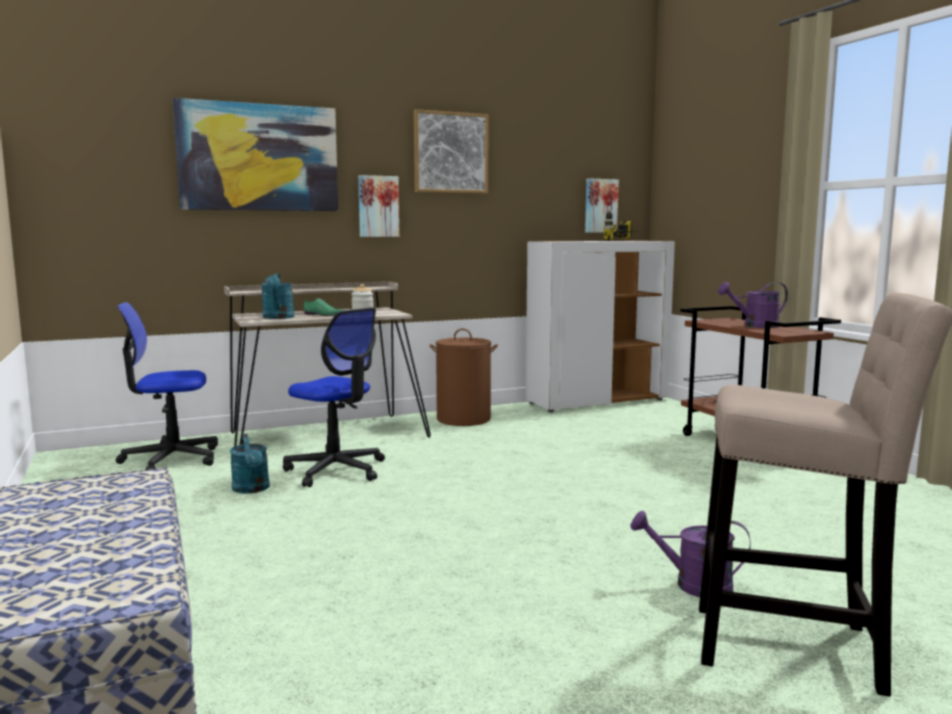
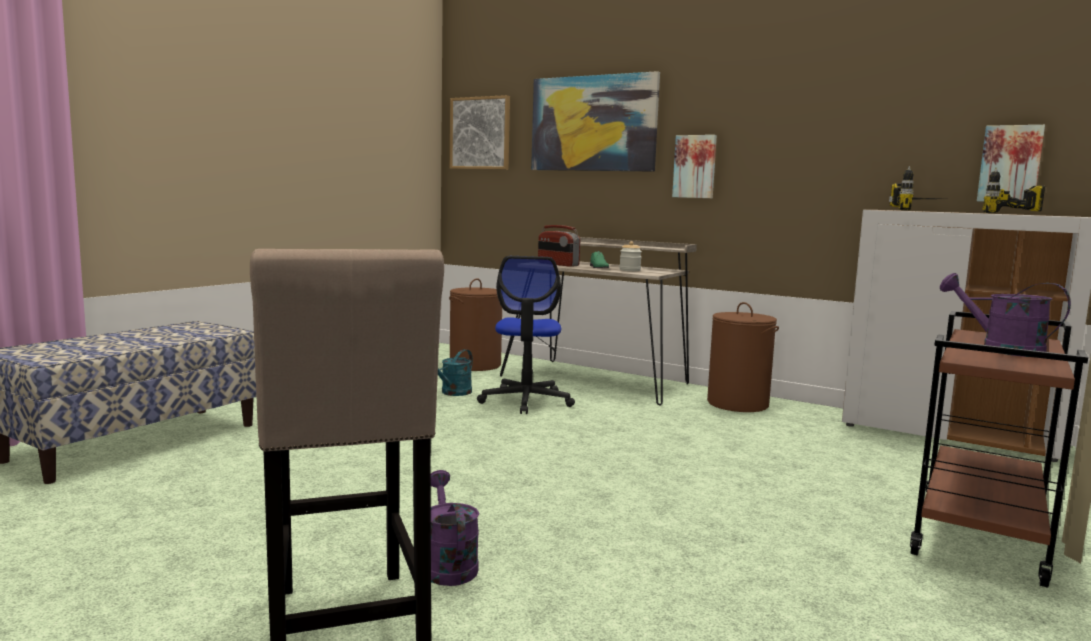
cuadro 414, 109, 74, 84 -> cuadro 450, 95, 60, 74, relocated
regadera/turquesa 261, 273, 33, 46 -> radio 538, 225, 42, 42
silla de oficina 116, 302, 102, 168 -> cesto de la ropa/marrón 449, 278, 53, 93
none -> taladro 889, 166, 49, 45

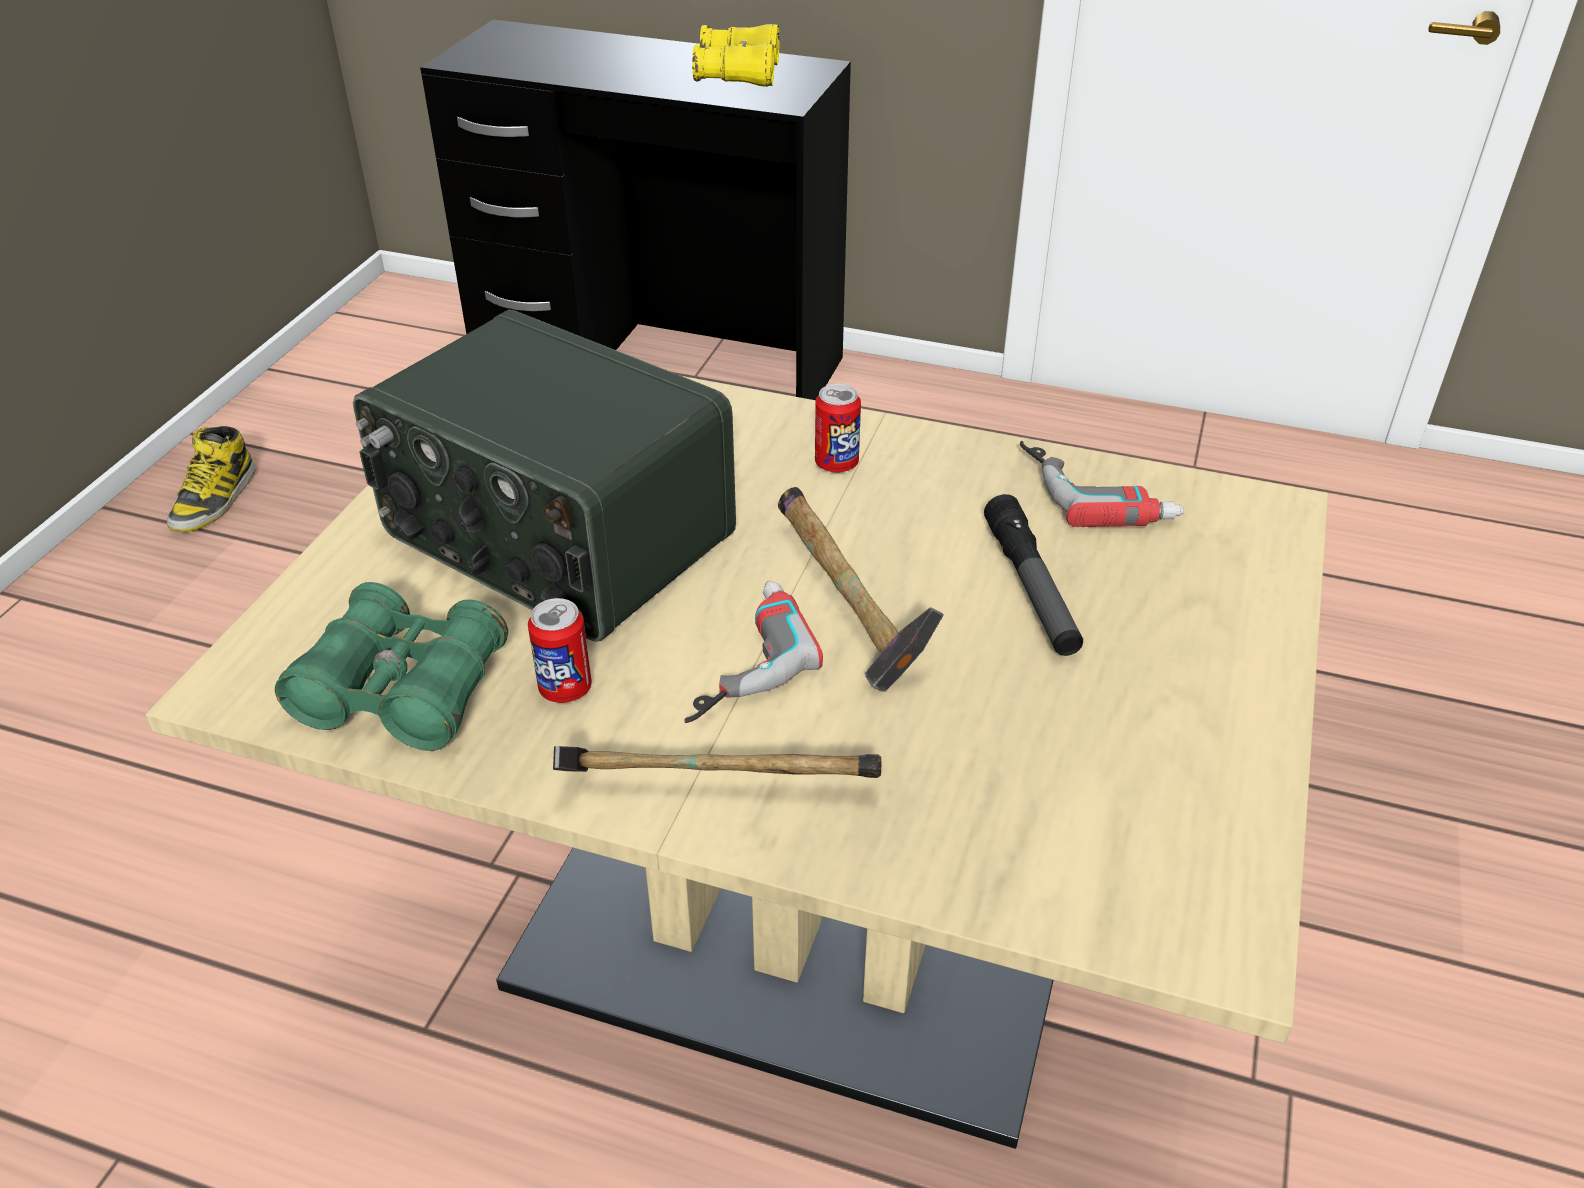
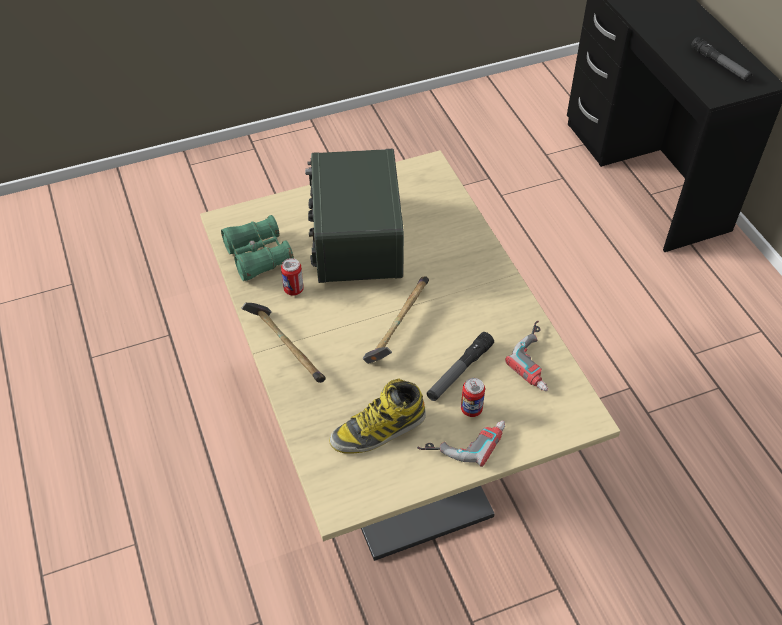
prismáticos/amarillo 692, 24, 87, 63 -> linterna 691, 37, 61, 44
lata 815, 384, 46, 89 -> lata 461, 378, 24, 39, relocated
bota 167, 426, 89, 106 -> bota 329, 378, 97, 76, relocated
taladro 684, 581, 139, 142 -> taladro 417, 420, 88, 47, relocated

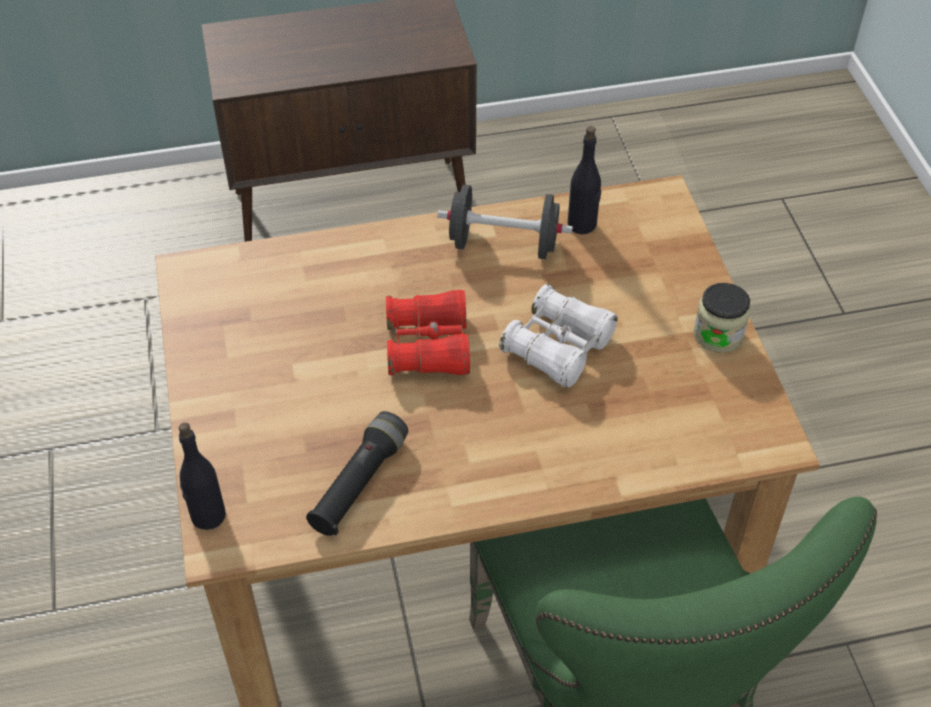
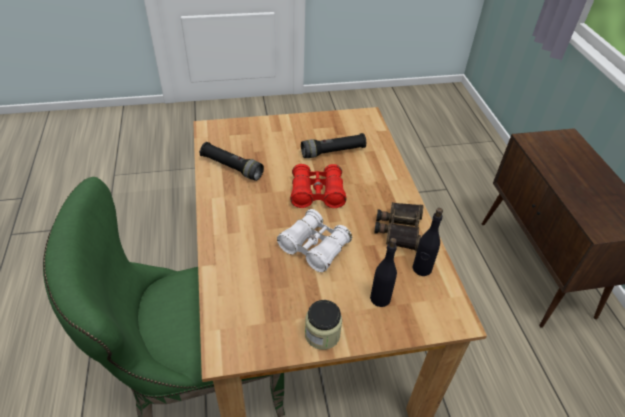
mancuerna/negro 437, 185, 136, 74 -> prismáticos 374, 202, 50, 49
botella/negro 179, 422, 47, 108 -> botella/negro 370, 238, 27, 69, relocated
none -> linterna/negro 301, 133, 65, 25

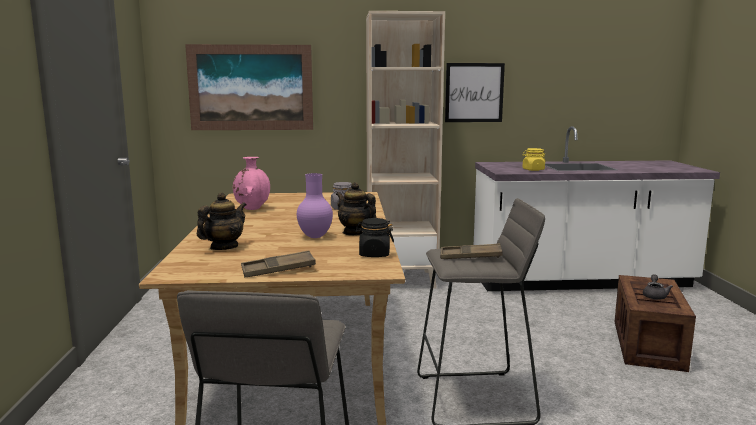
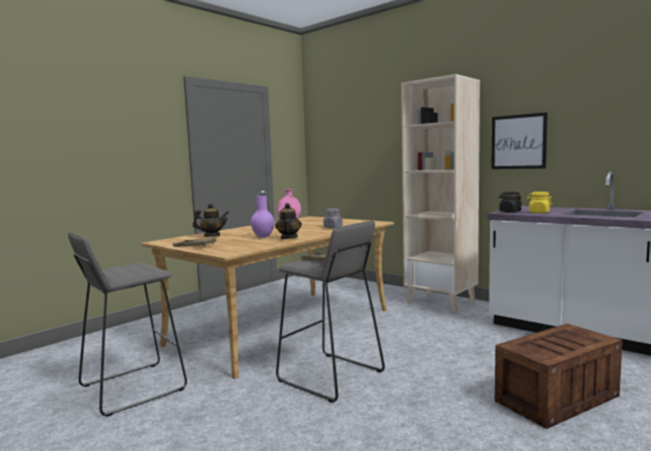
cuadro 185, 44, 128, 86 -> none
tarro/negro 355, 218, 39, 39 -> tarro/negro 499, 191, 23, 22, relocated
tetera/gris 643, 274, 30, 26 -> none

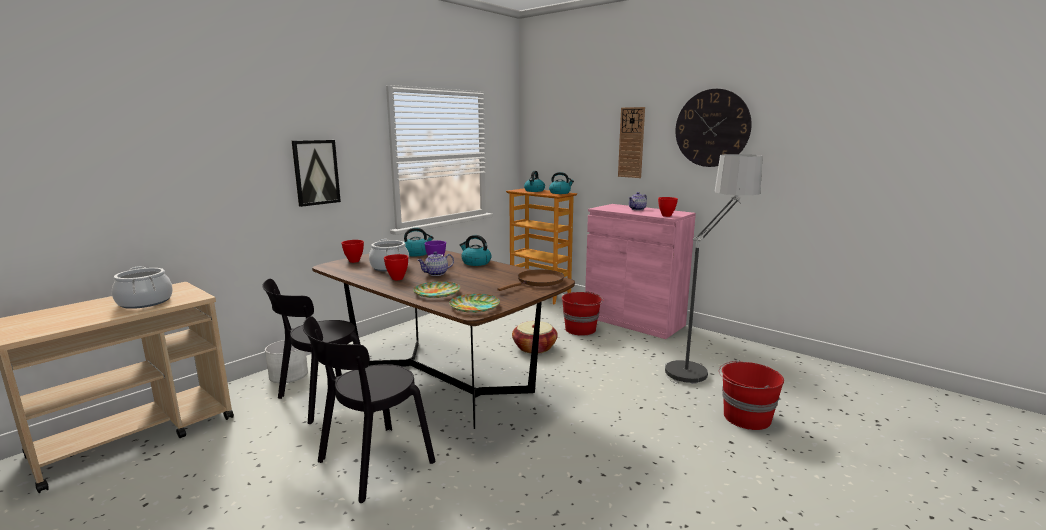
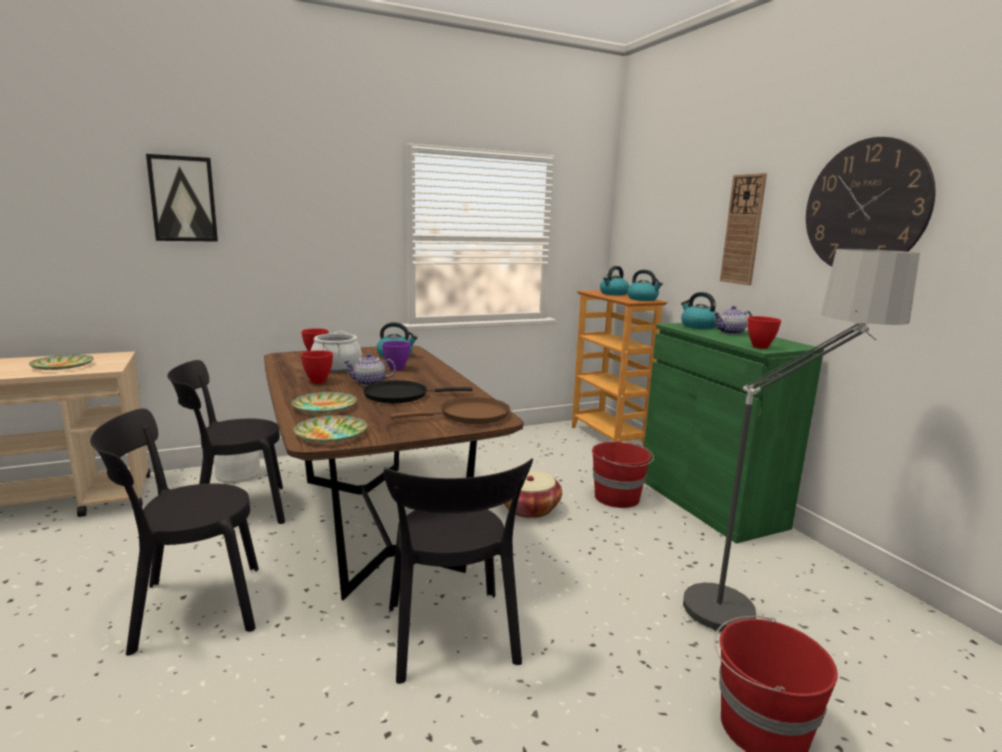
cuadro 292, 140, 49, 67 -> cuadro 146, 154, 72, 88, relocated
armario/rosa 585, 204, 111, 135 -> armario/verde 644, 323, 180, 221
hervidor 460, 235, 31, 31 -> hervidor 681, 292, 35, 37, relocated
olla 112, 266, 61, 43 -> plato 29, 355, 65, 15
none -> sartén/negro 363, 380, 109, 23
none -> silla/negro 384, 458, 149, 226

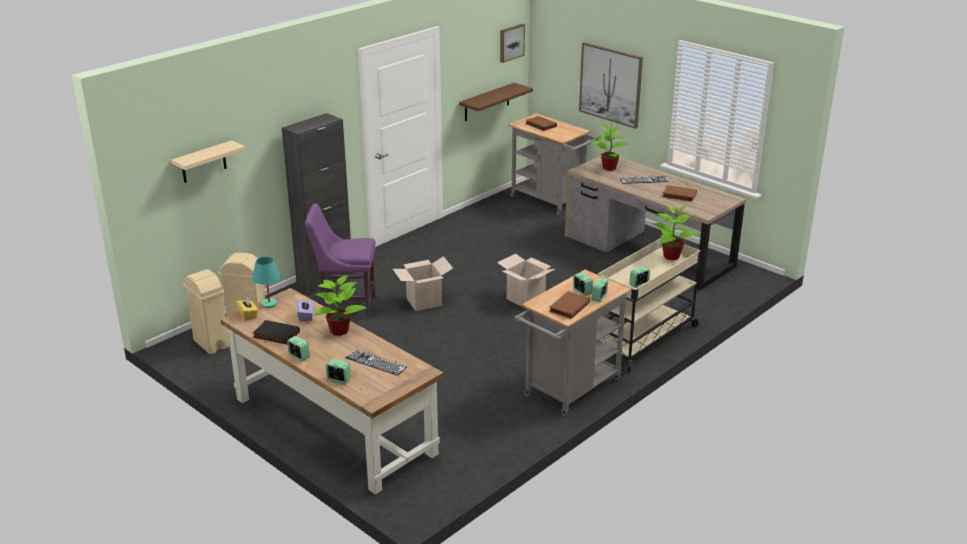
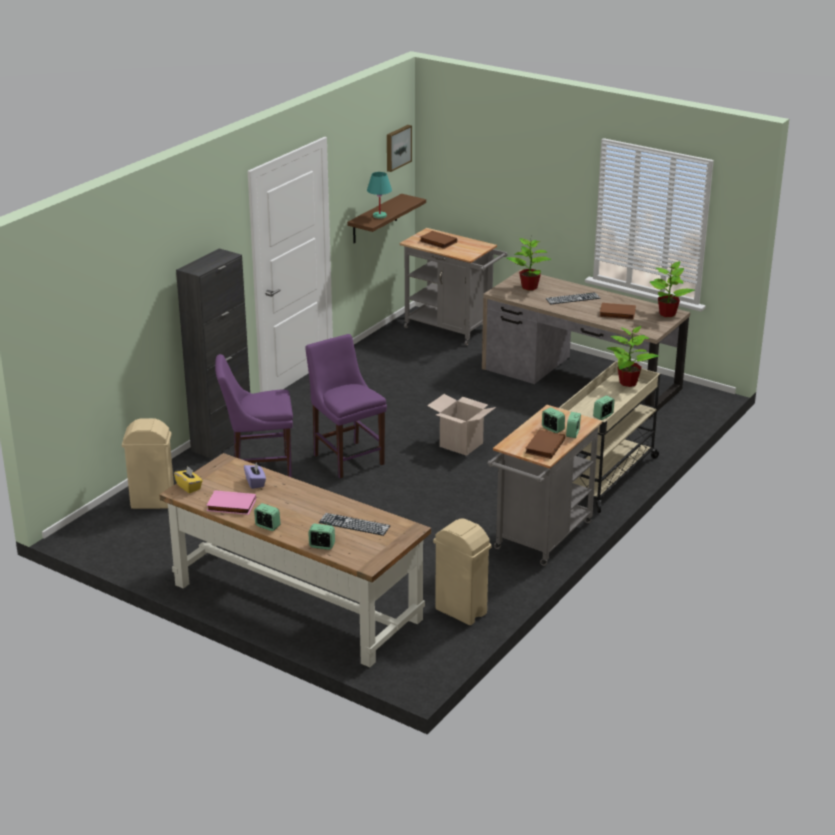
cuadro 579, 42, 64, 87 -> none
estante/beis 171, 140, 75, 43 -> none
caja de cartón 393, 256, 60, 55 -> silla/morado 306, 334, 81, 144
lámpara de mesa/turquesa 252, 257, 29, 51 -> lámpara de mesa/turquesa 367, 172, 25, 47, relocated
papelera/beis 183, 269, 46, 85 -> papelera/beis 433, 518, 59, 107, relocated
planta en maceta 315, 275, 52, 61 -> planta en maceta 650, 261, 45, 56, relocated
libro/negro 253, 320, 47, 25 -> libro/rosa 206, 490, 50, 25

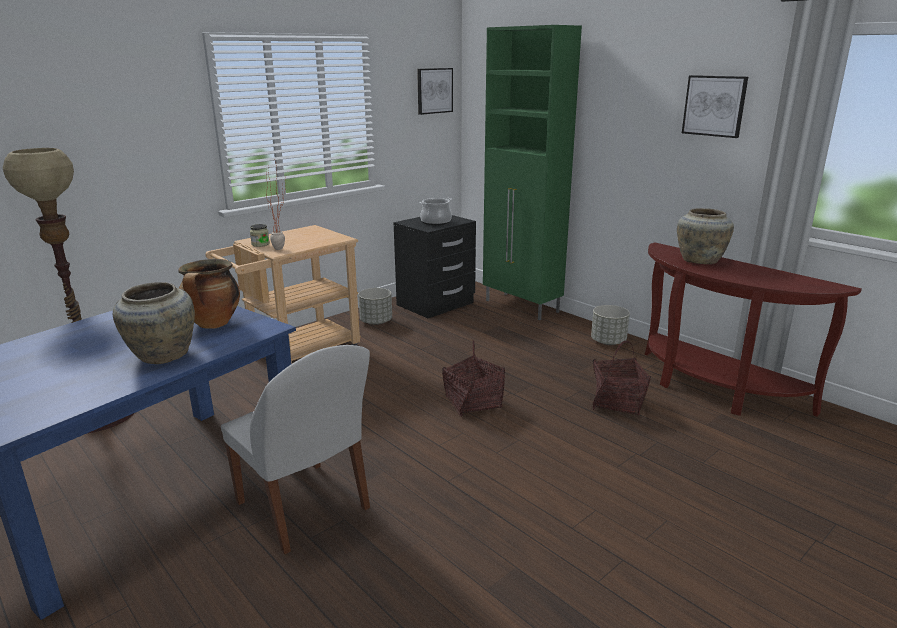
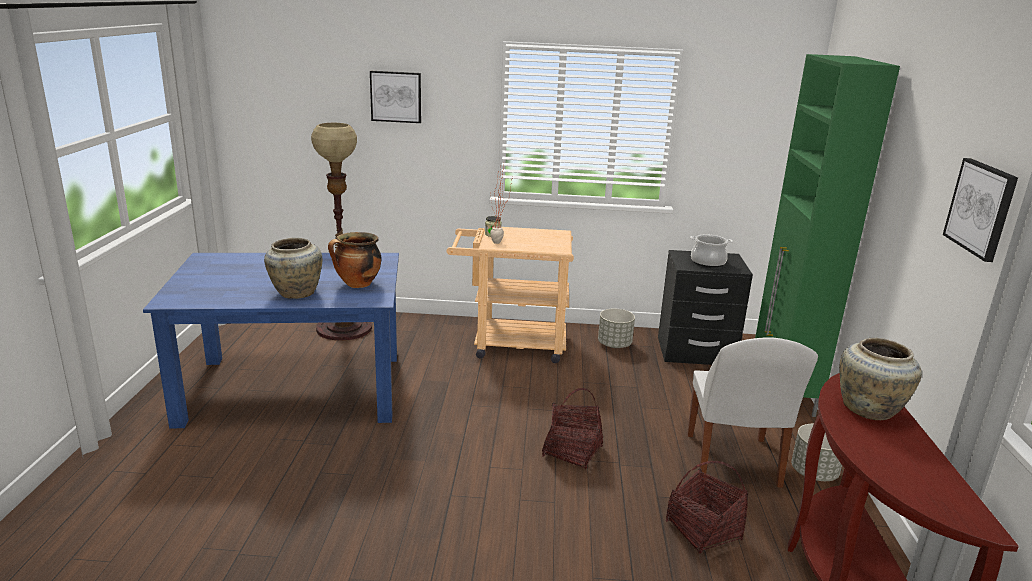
cuadro 417, 68, 36, 47 -> cuadro 370, 71, 51, 52, relocated
silla/blanco 221, 345, 149, 209 -> silla/blanco 687, 337, 131, 151, relocated

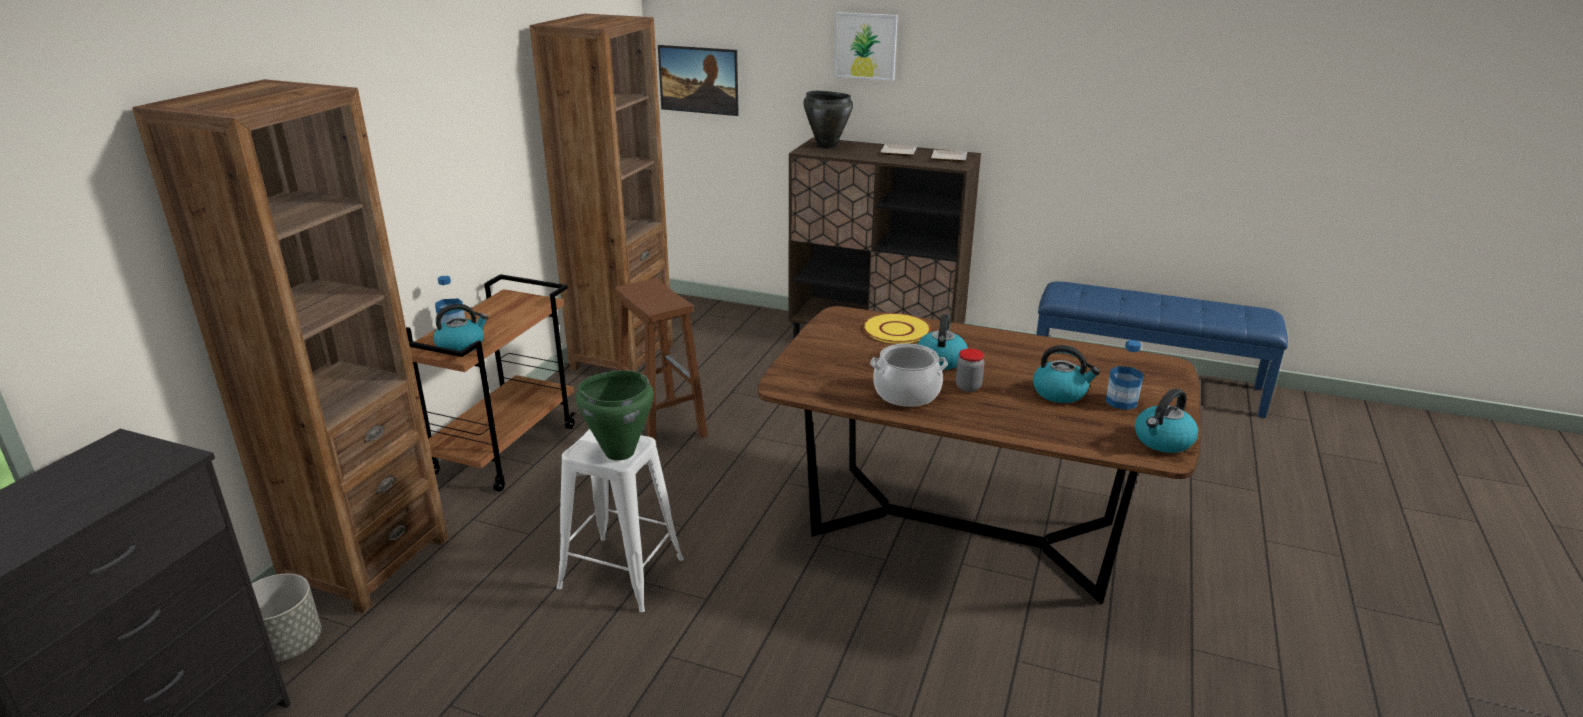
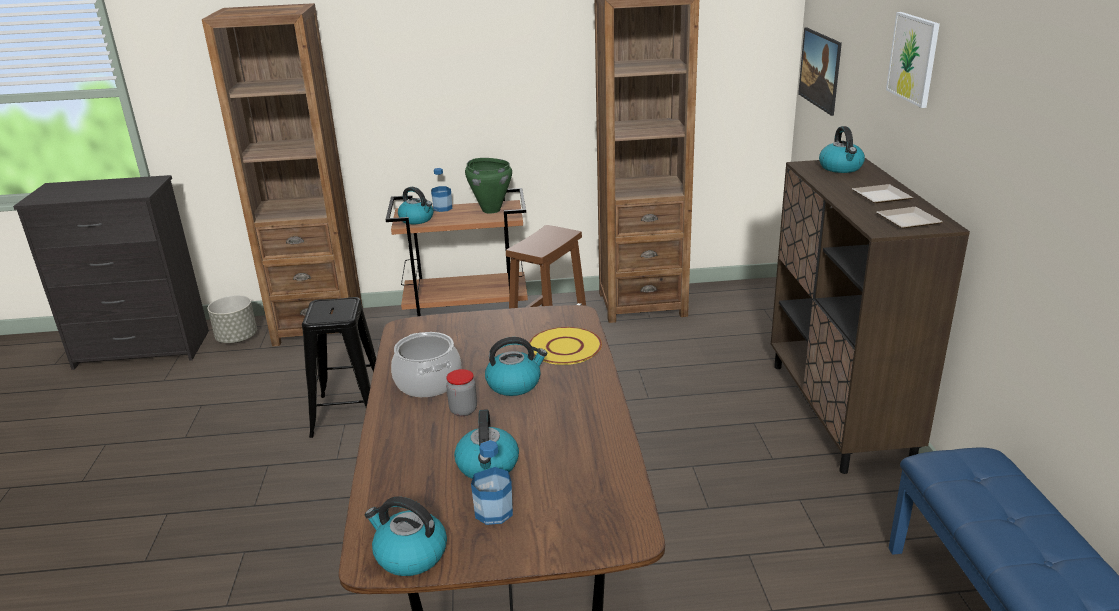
olla/negro 803, 91, 50, 58 -> hervidor 819, 126, 46, 47
olla/verde 576, 370, 78, 90 -> olla/verde 465, 158, 47, 55, relocated
taburete/blanco 557, 429, 127, 183 -> taburete/negro 302, 297, 74, 141

